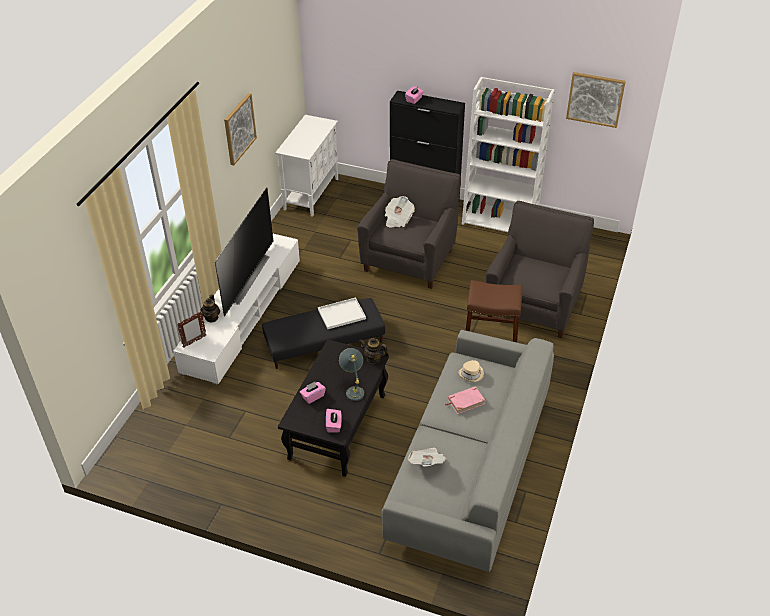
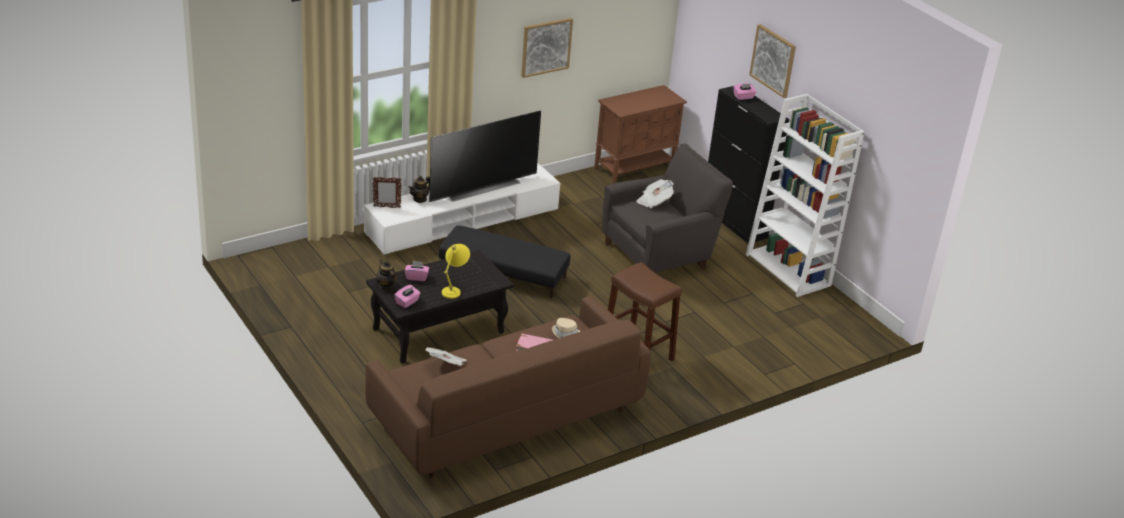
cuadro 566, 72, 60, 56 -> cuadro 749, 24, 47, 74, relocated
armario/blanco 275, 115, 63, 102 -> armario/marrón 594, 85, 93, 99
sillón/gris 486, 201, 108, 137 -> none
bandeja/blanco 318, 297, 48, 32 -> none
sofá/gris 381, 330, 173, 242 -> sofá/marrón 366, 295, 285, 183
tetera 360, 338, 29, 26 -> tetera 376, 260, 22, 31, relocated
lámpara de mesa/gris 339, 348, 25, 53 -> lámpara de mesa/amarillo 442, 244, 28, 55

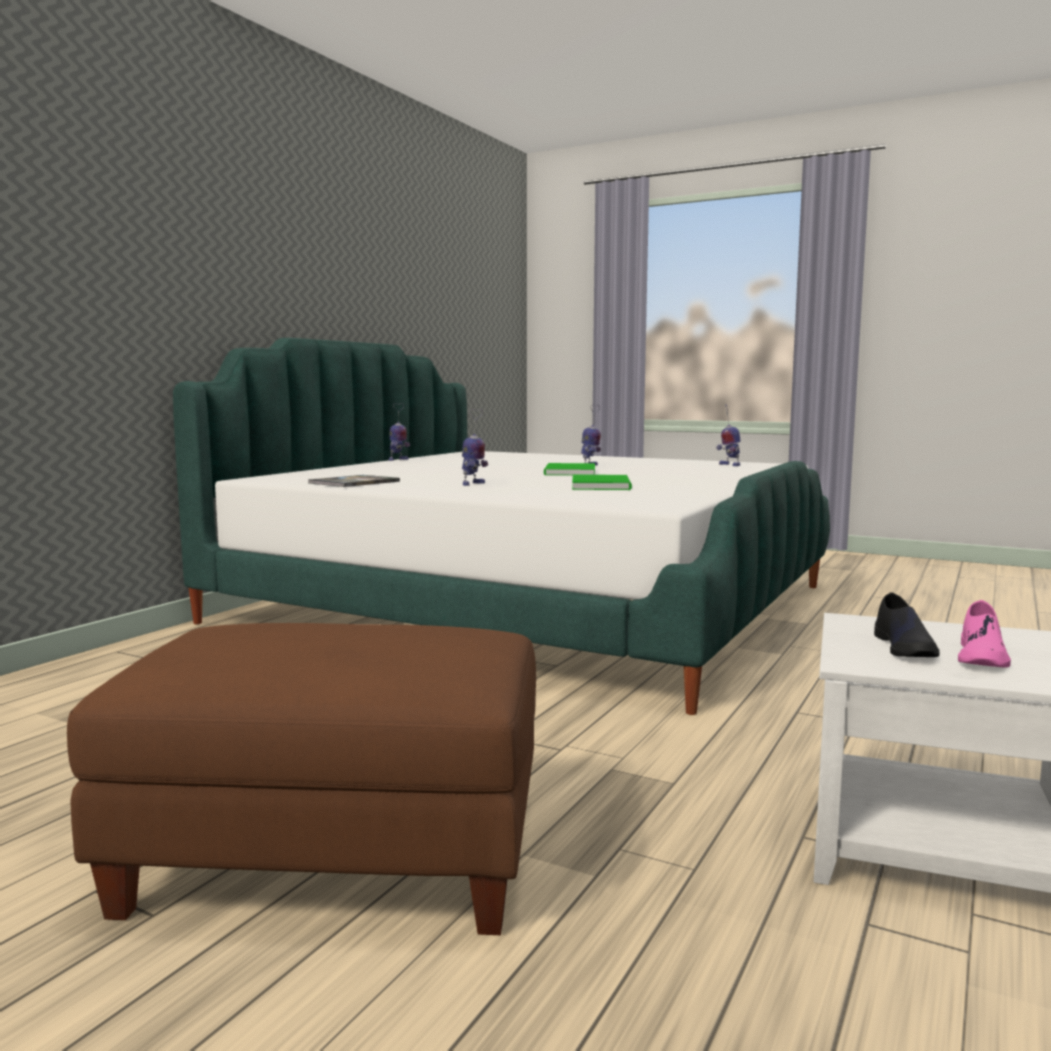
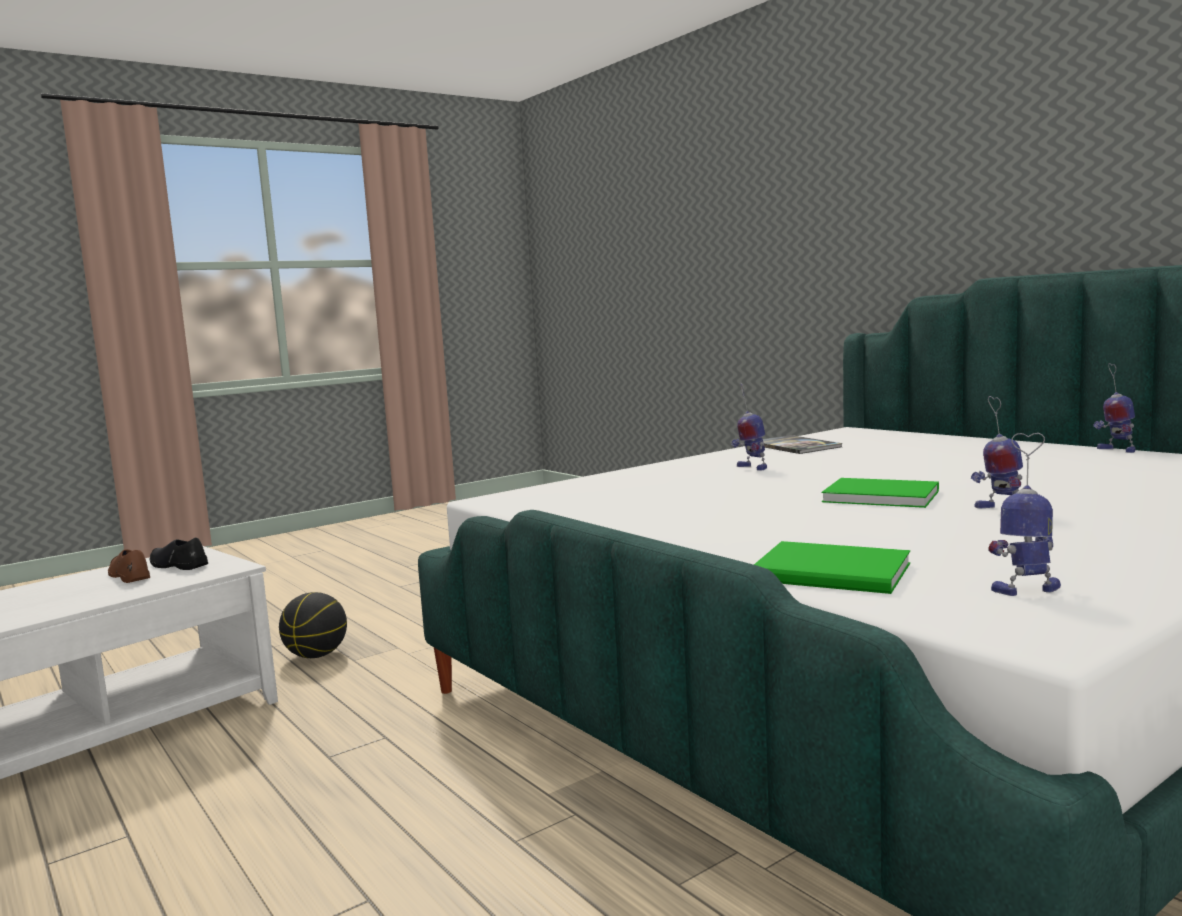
libro/verde 572, 474, 60, 16 -> libro/verde 754, 541, 156, 53, relocated
zapato/rosa 958, 600, 53, 67 -> zapato/marrón 108, 549, 42, 34
puf/marrón 67, 623, 469, 312 -> none
none -> balón de baloncesto 279, 592, 68, 66

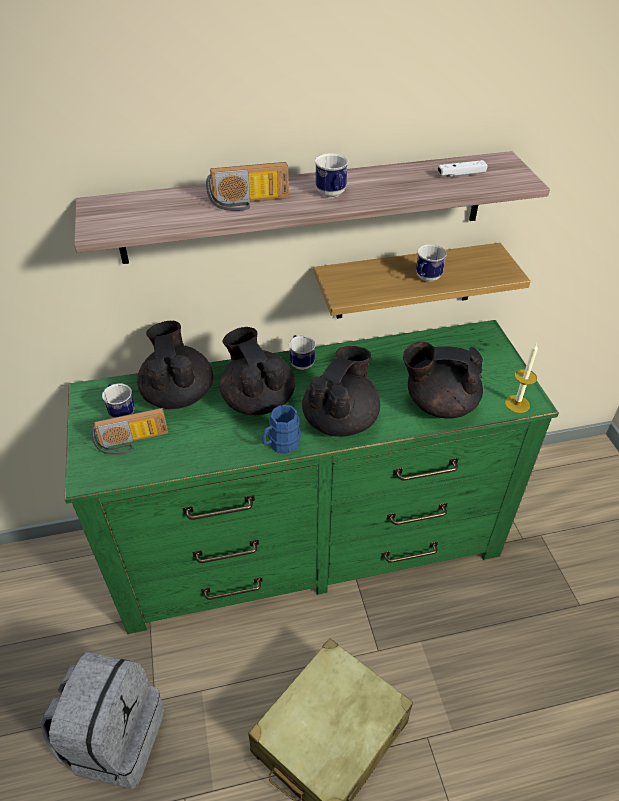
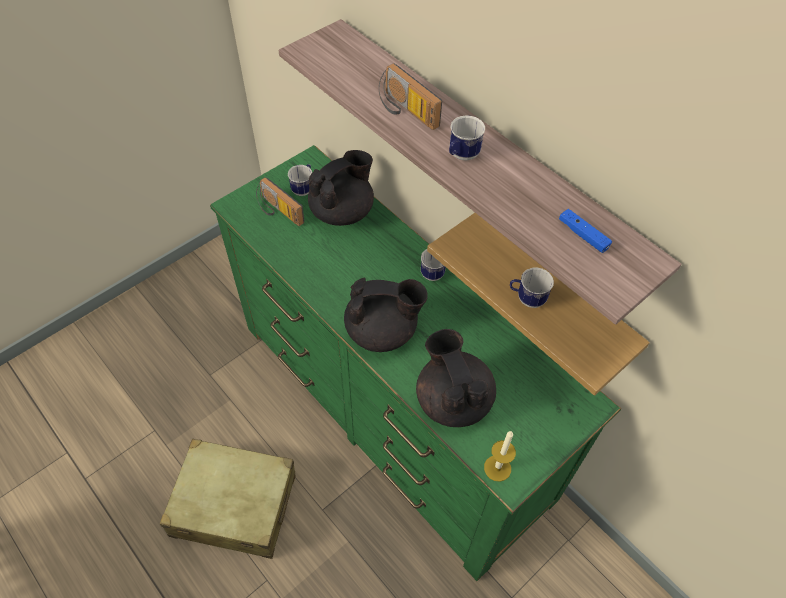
mando de consola/blanco 438, 160, 50, 17 -> mando de consola/azul 559, 209, 53, 44
tetera/negro 219, 327, 76, 88 -> none
taza grande/azul 262, 405, 39, 48 -> none
mochila/gris 40, 652, 124, 137 -> none

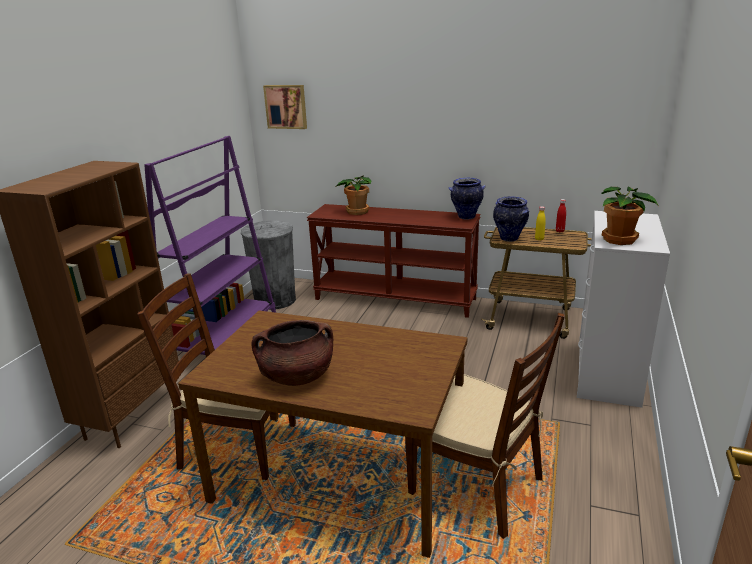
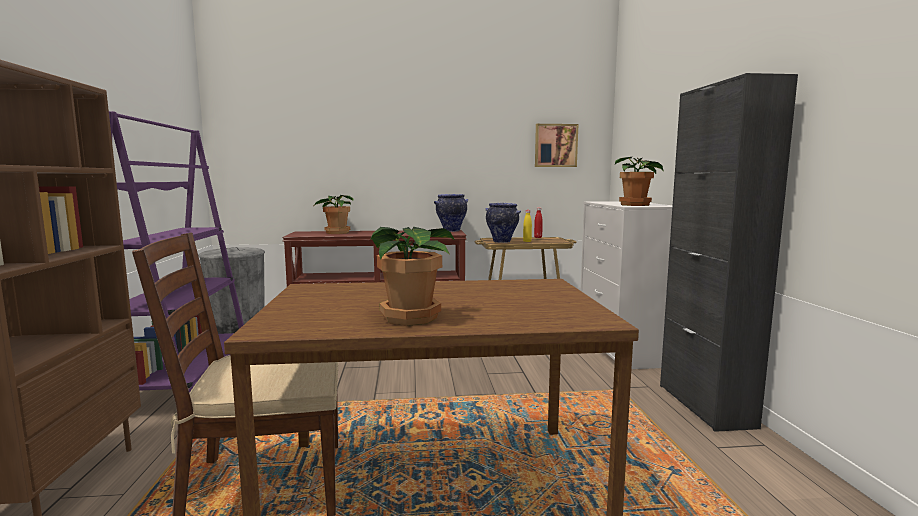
cuadro 263, 85, 44, 44 -> cuadro 535, 124, 43, 43, relocated
silla/marrón 405, 313, 160, 226 -> none
olla/marrón 252, 320, 81, 66 -> planta en maceta 370, 227, 85, 99
none -> armario/negro 660, 73, 138, 359

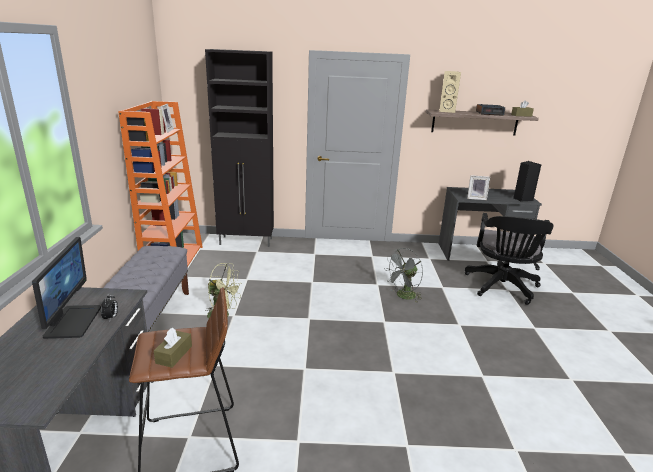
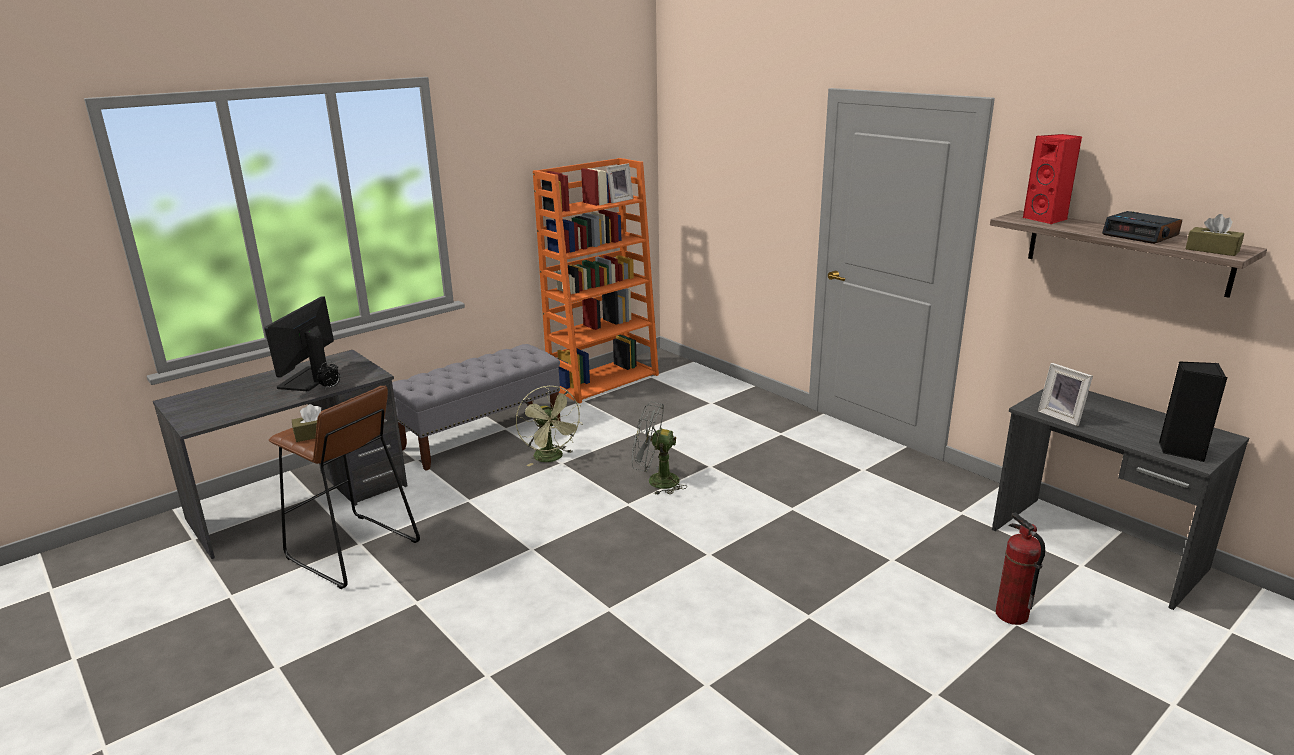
armario/negro 205, 49, 69, 198 -> none
altavoz/beis 439, 71, 22, 42 -> altavoz/rojo 1023, 134, 59, 90
silla de oficina/negro 465, 213, 89, 92 -> extintor 996, 513, 49, 112
monitor 32, 237, 69, 102 -> monitor 265, 297, 73, 94, 150 degrees clockwise
ventilador/gris 384, 248, 39, 54 -> ventilador/gris 632, 402, 55, 93, relocated

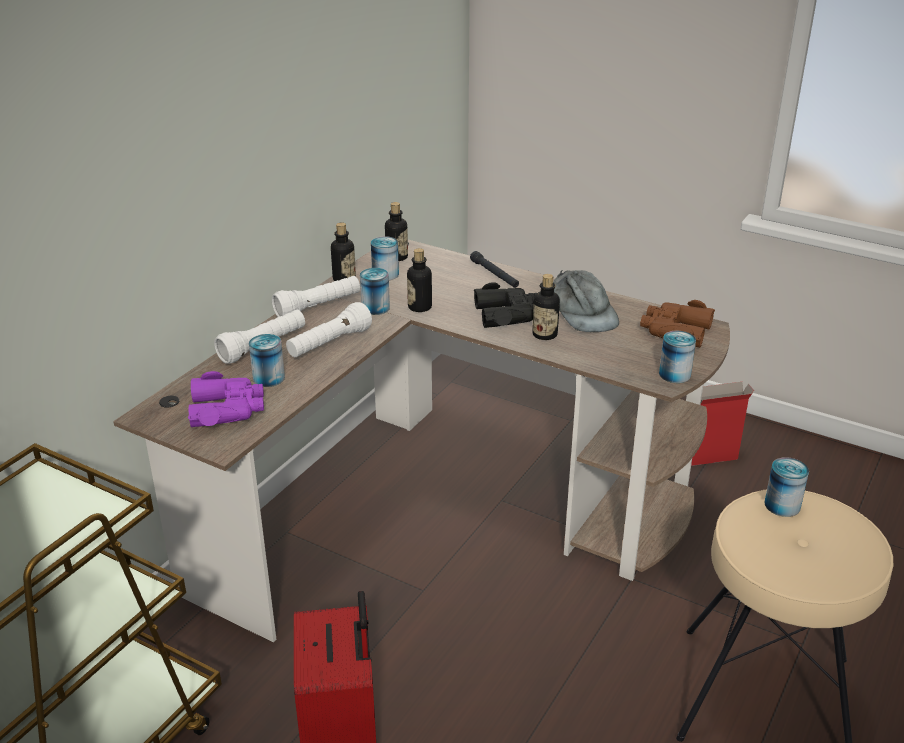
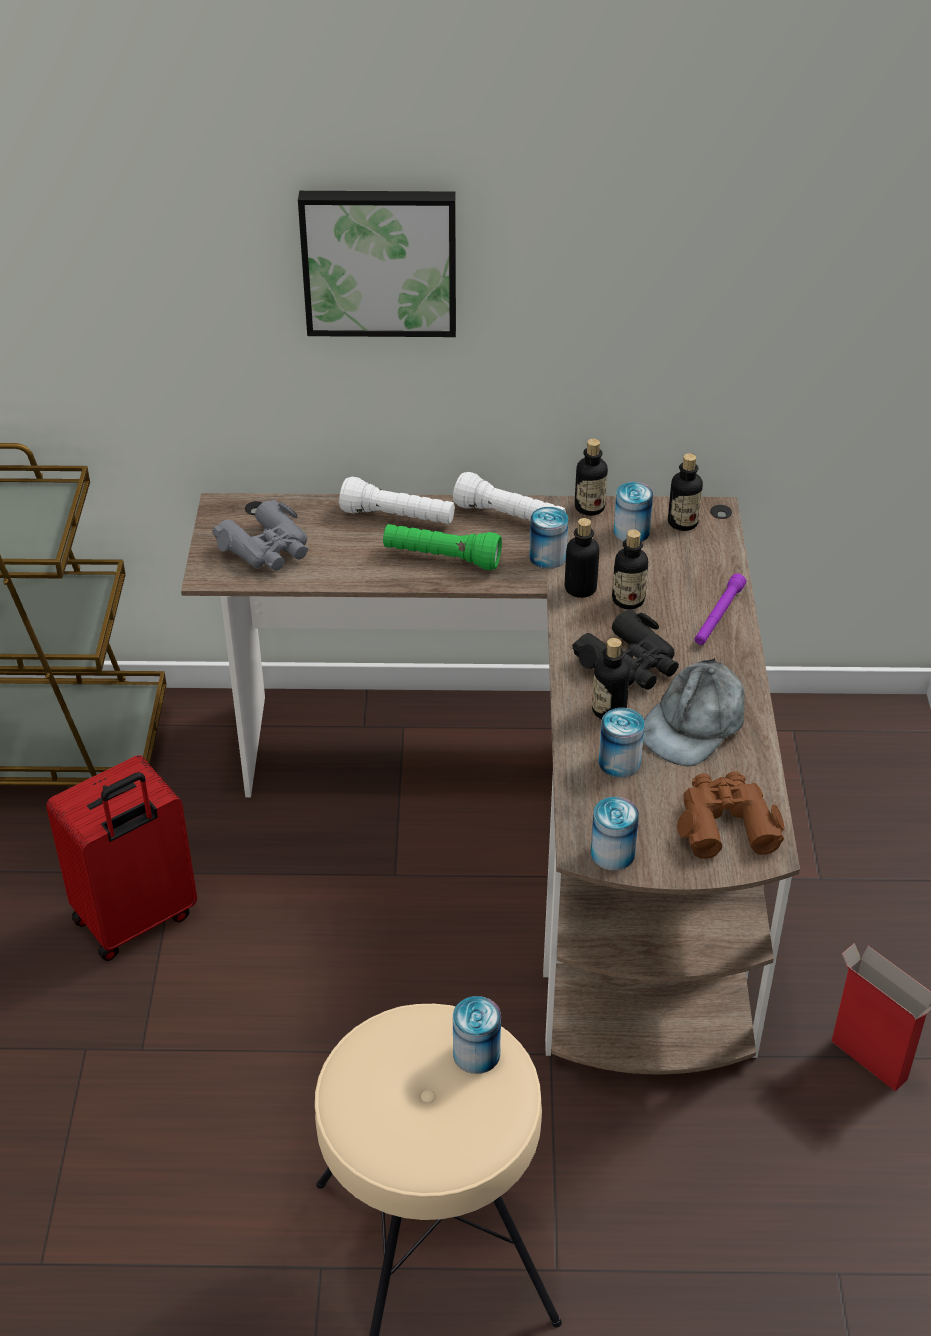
linterna/negro 470, 251, 49, 37 -> linterna/morado 695, 573, 51, 72
linterna/blanco 286, 302, 86, 55 -> linterna/verde 383, 524, 119, 46
lata 249, 334, 36, 53 -> lata 599, 708, 46, 70, relocated
prismáticos/morado 188, 371, 76, 56 -> prismáticos/gris 212, 500, 96, 71
none -> cuadro 298, 191, 158, 146
none -> botella 612, 529, 36, 80

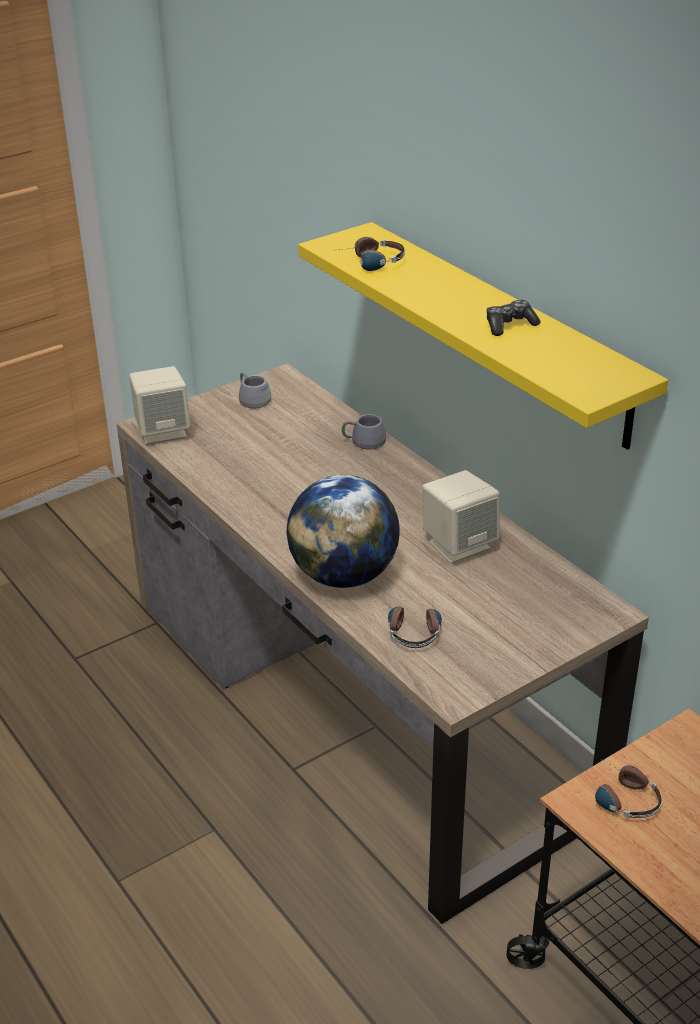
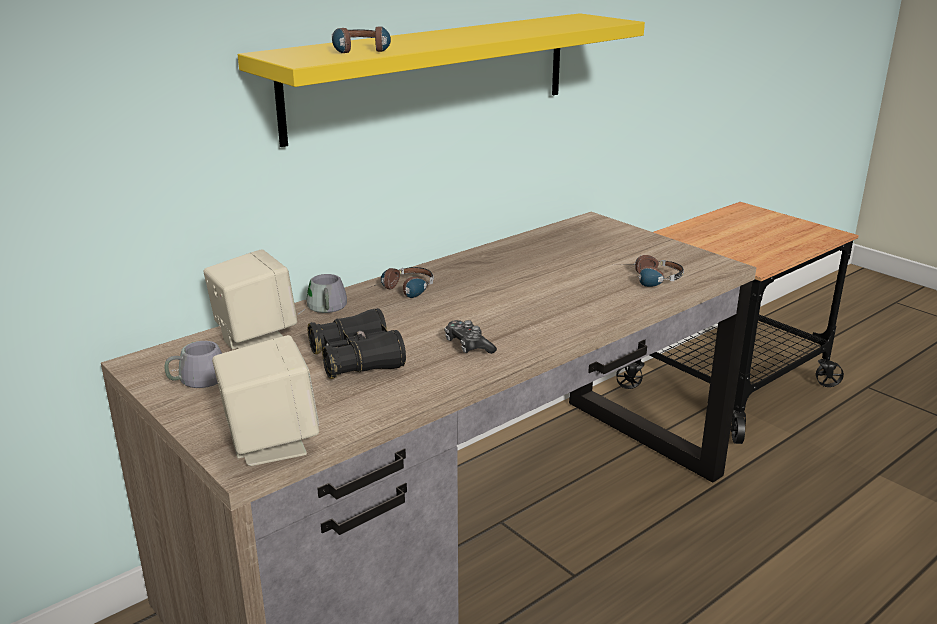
mando de consola 487, 300, 53, 36 -> mando de consola 444, 320, 53, 34, relocated
altavoz/beis 422, 470, 78, 94 -> altavoz/beis 204, 249, 93, 101, relocated
globo terráqueo 286, 475, 114, 113 -> none
auriculares 595, 757, 67, 61 -> auriculares 367, 267, 67, 31, relocated
none -> prismáticos/negro 308, 308, 98, 71

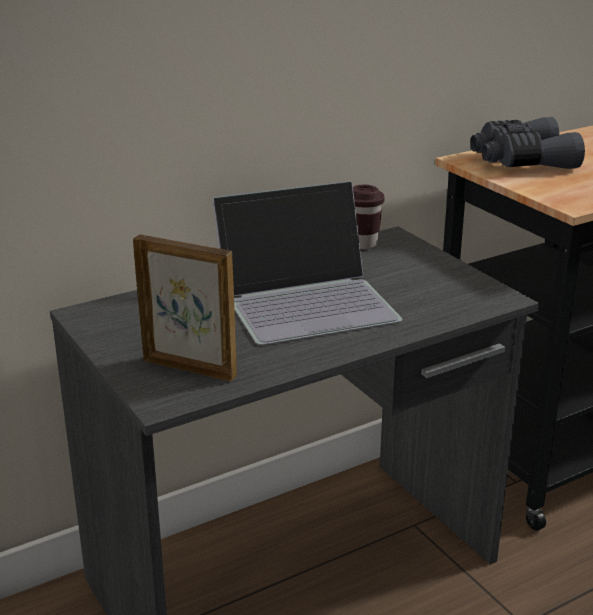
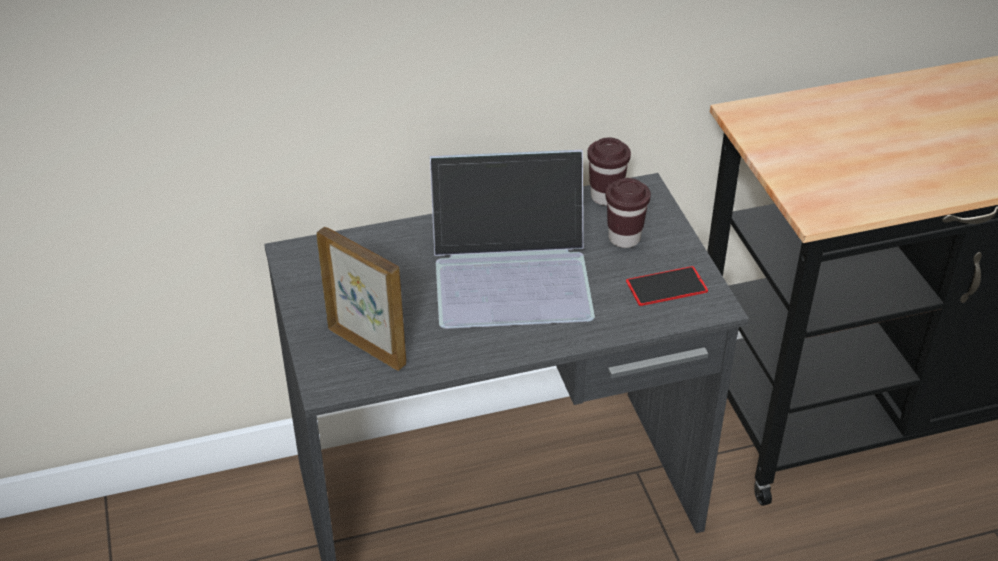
prismáticos/gris 470, 117, 115, 52 -> none
none -> taza/marrón 606, 178, 45, 70
none -> móvil 626, 266, 82, 40

